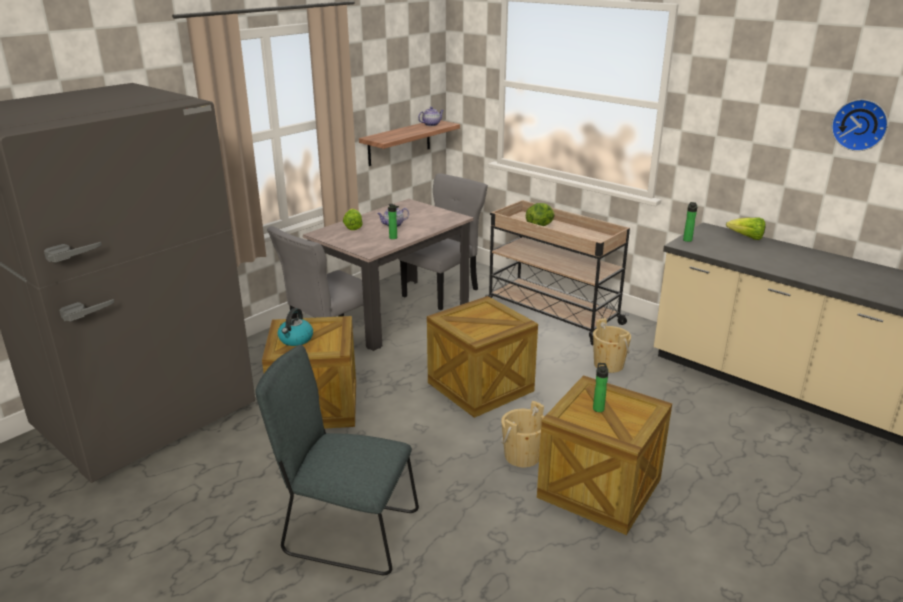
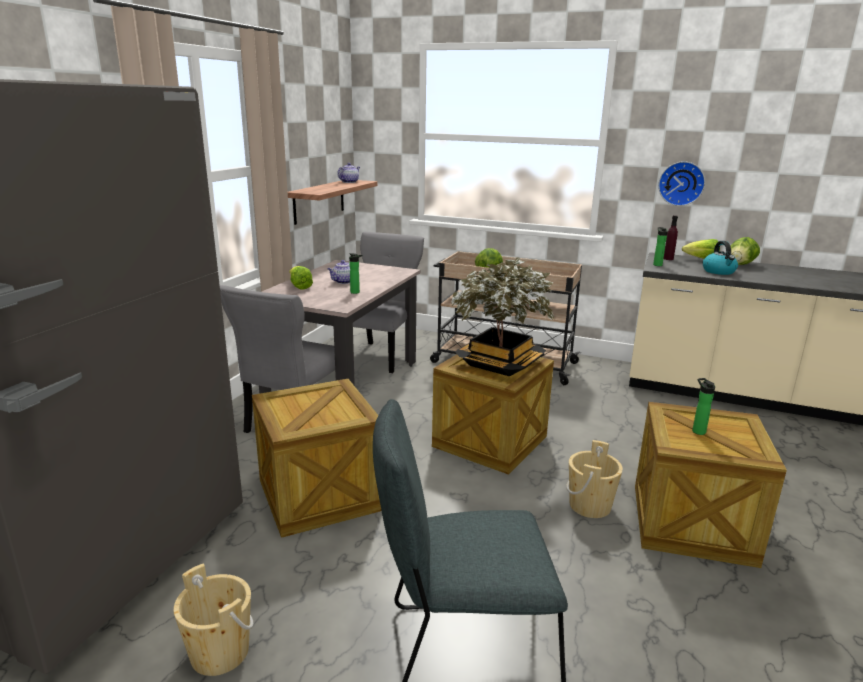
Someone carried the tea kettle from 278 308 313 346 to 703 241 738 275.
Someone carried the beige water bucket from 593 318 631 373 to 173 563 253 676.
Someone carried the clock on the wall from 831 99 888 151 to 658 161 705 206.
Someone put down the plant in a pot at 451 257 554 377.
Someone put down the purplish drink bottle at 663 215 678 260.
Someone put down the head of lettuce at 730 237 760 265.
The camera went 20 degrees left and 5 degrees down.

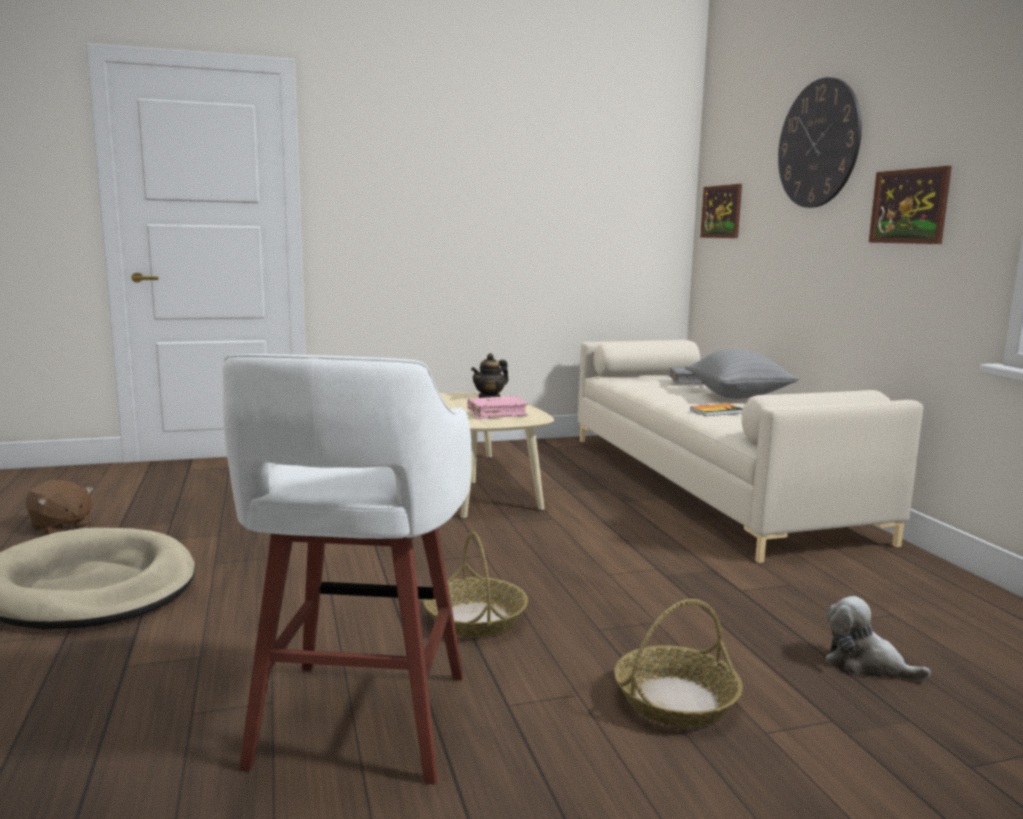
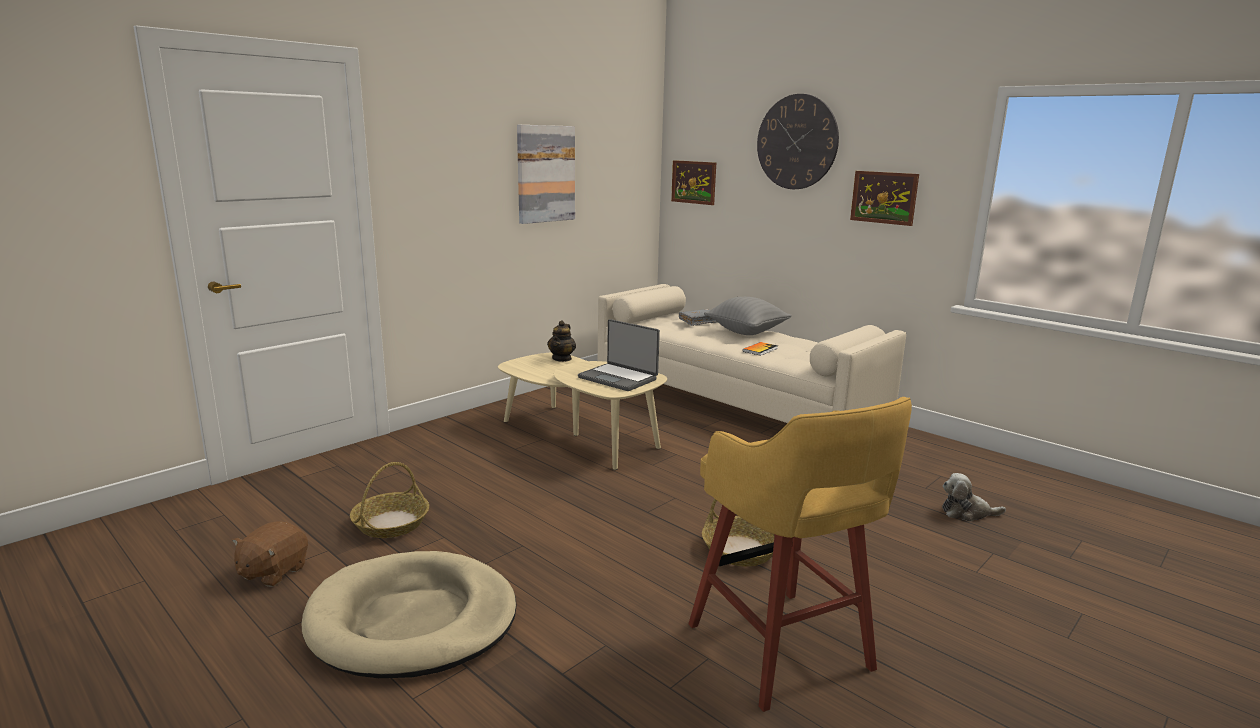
Someone rotated the brownish cuddly toy at 26 480 94 535 by 105 degrees clockwise.
Someone repainted the white-coloured stool seat at 222 354 472 784, which became the yellowish stool seat at 688 397 912 712.
Someone swapped the pinkish bound book at 467 396 529 419 for the portable computer at 578 319 660 391.
Someone carried the household basket from 614 599 743 728 to 350 462 429 538.
Someone put up the picture at 517 125 575 224.
The camera went 30 degrees left and 5 degrees up.

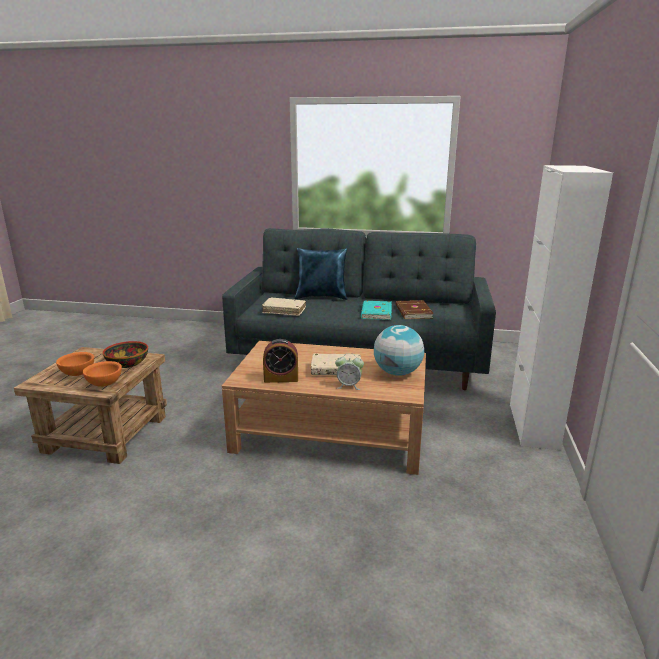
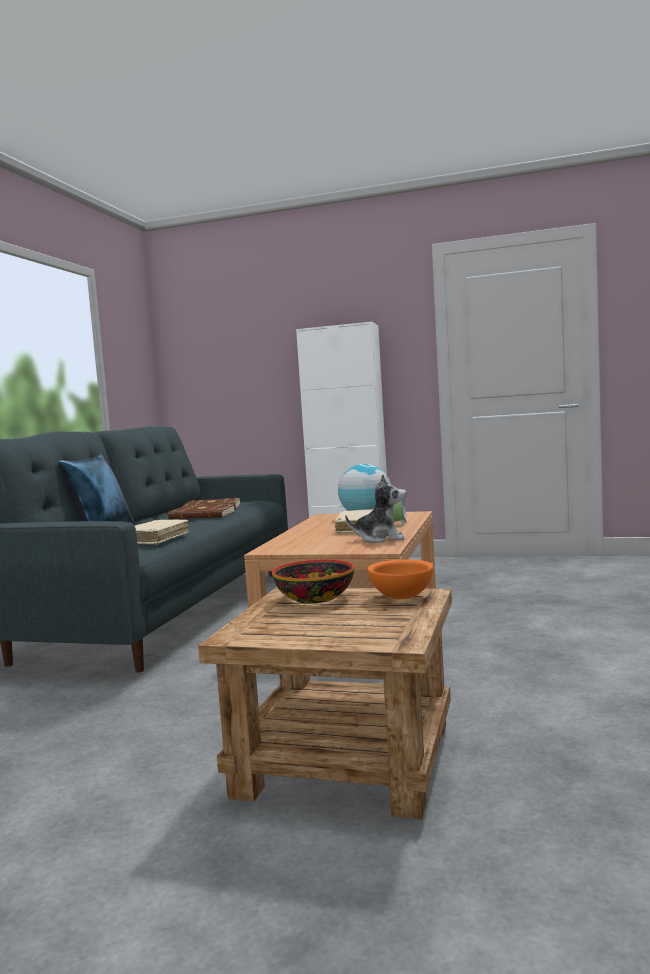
Someone took away the orange-coloured deep dish at 56 352 94 376.
Someone swapped the alarm clock at 263 339 298 383 for the cuddly toy at 345 474 407 543.
Someone repainted the blue-green bound book at 361 301 392 320, which became the brownish bound book at 168 504 235 519.
The camera went 85 degrees left and 15 degrees down.

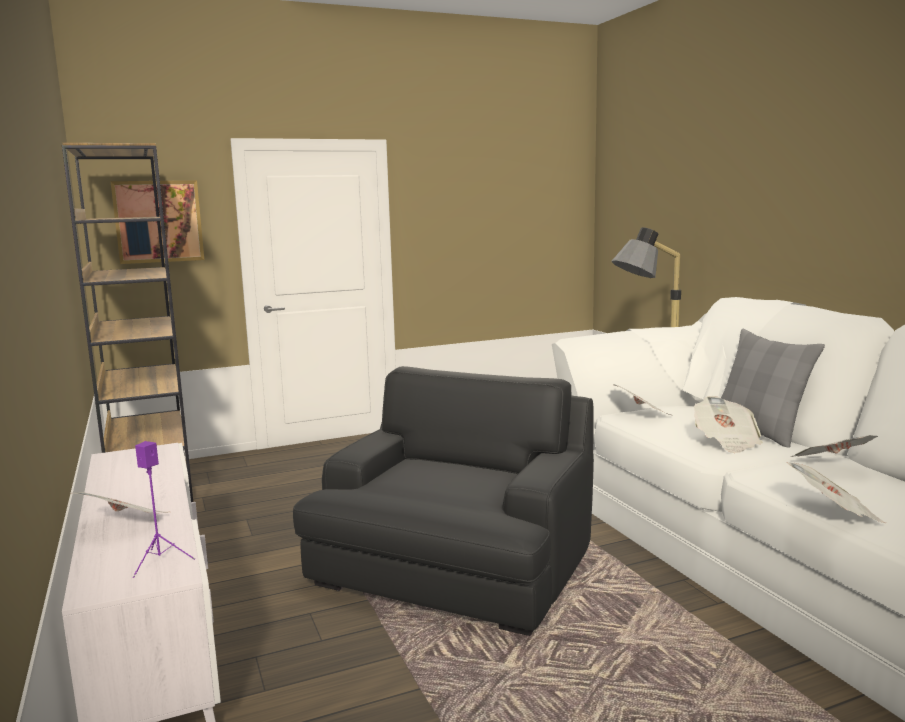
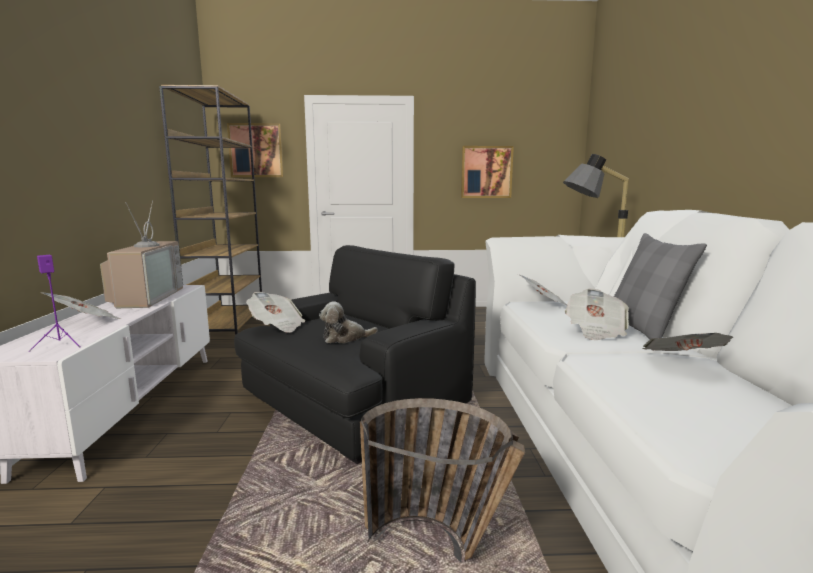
Someone carried the printed paper from 786 462 886 523 to 246 292 305 333.
Someone put down the television at 100 201 183 308.
Someone put down the cuddly toy at 319 301 378 343.
Someone put down the household basket at 360 398 525 562.
Someone put up the picture at 461 146 514 198.
The camera went 20 degrees right and 0 degrees up.

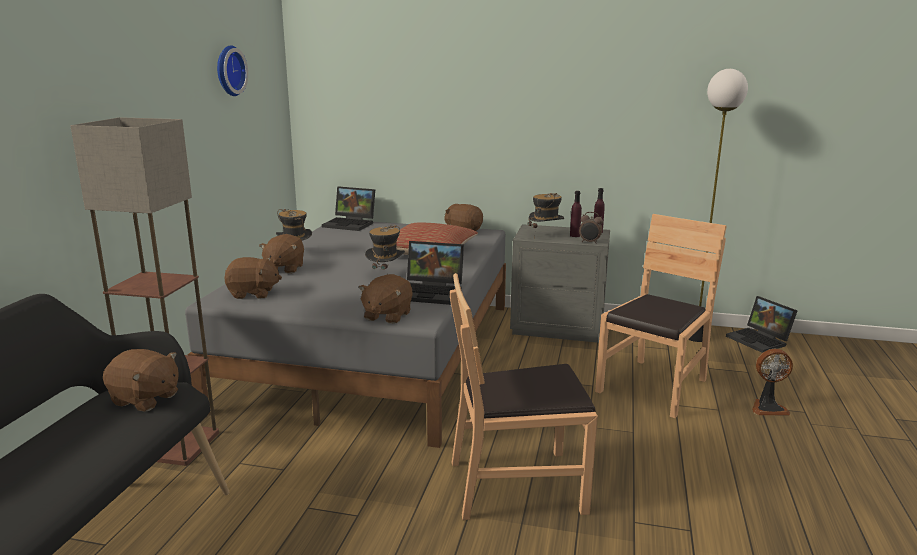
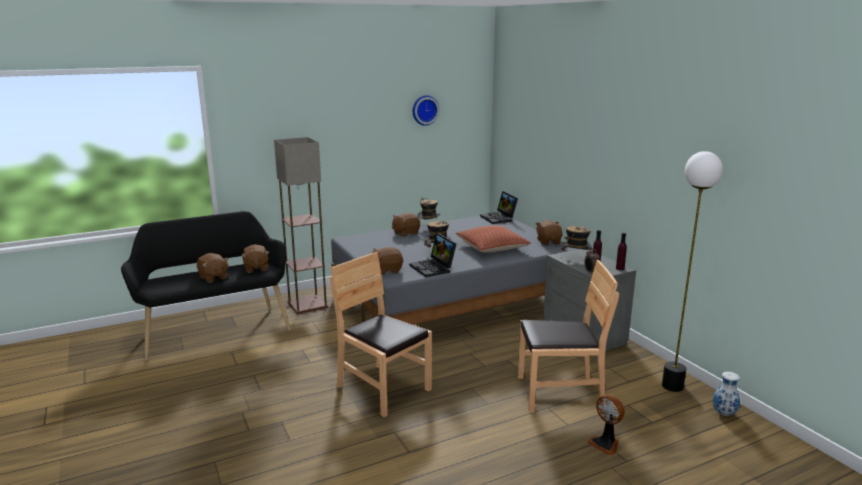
Someone carried the brownish cuddly toy from 224 257 282 299 to 197 253 229 283.
Someone swapped the portable computer at 726 296 798 353 for the vase at 713 372 740 416.
The camera went 50 degrees right and 0 degrees up.

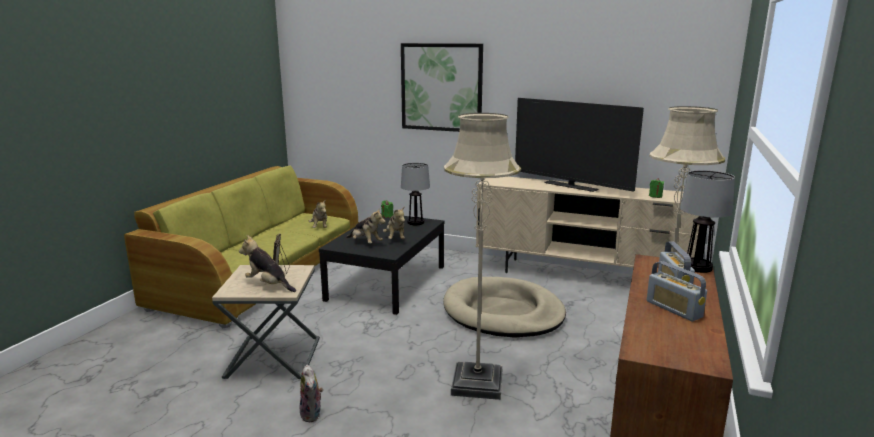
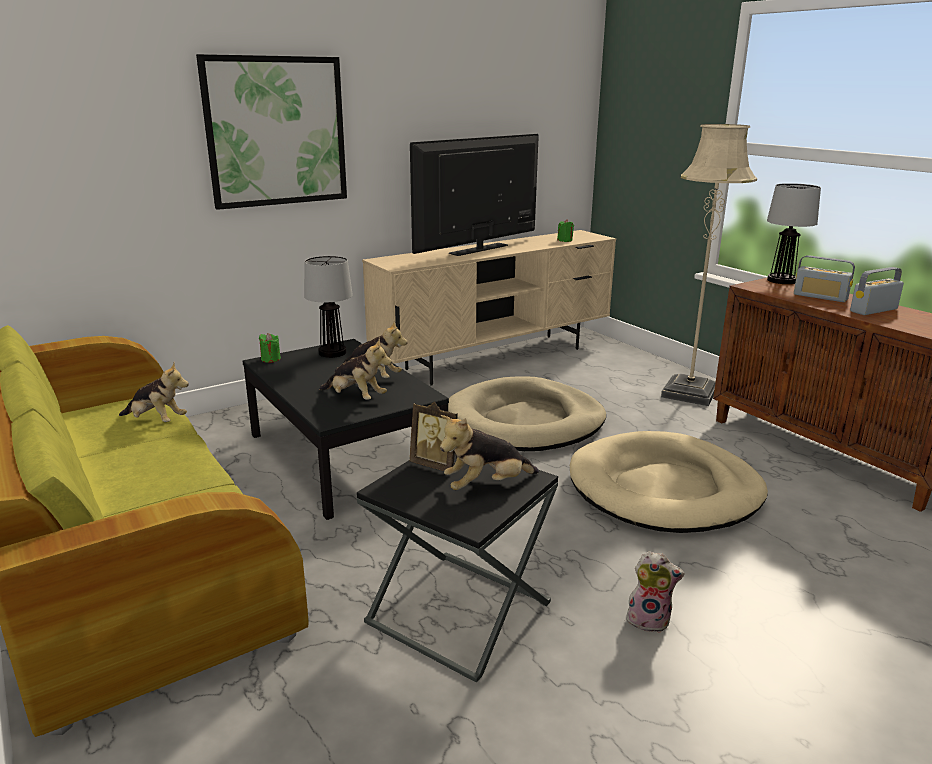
Someone repainted the beige end table at 212 265 320 379, which became the blackish end table at 357 455 558 682.
Someone rotated the cuddly toy at 346 208 386 244 by 45 degrees clockwise.
Someone swapped the beige standing lamp at 444 113 521 400 for the beige dog cushion at 570 431 768 533.
Someone rotated the television at 515 98 644 192 by 150 degrees clockwise.
Someone rotated the radio receiver at 647 261 707 321 by 150 degrees clockwise.
The camera went 55 degrees left and 5 degrees up.

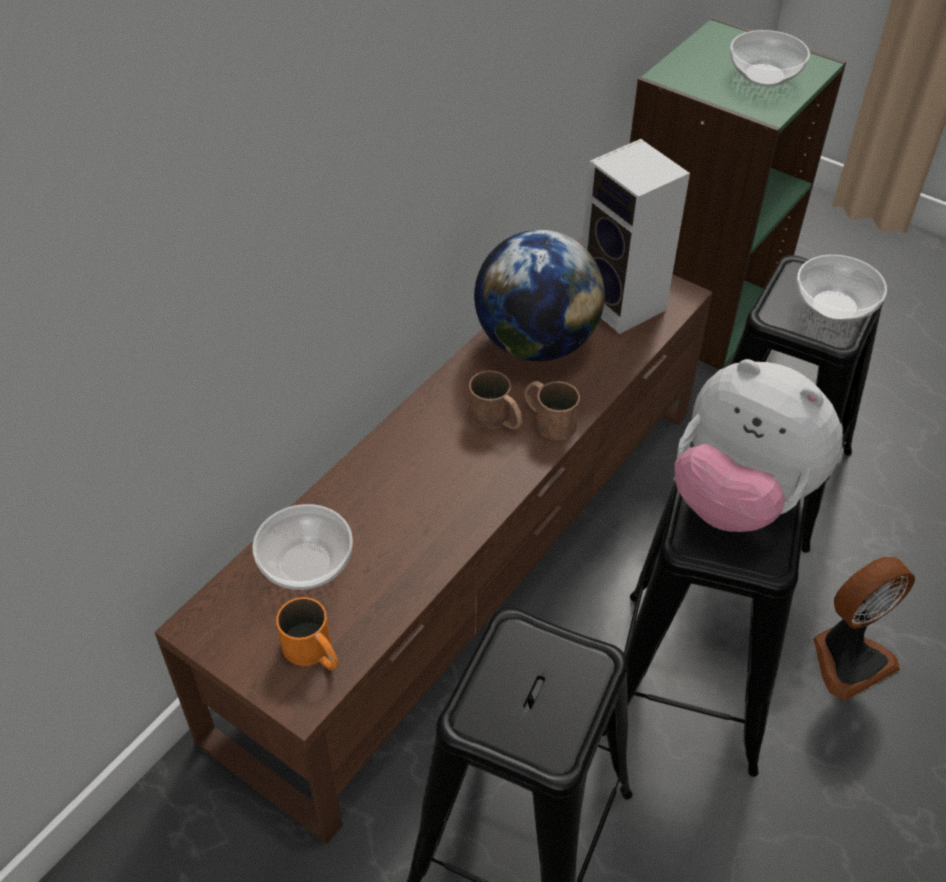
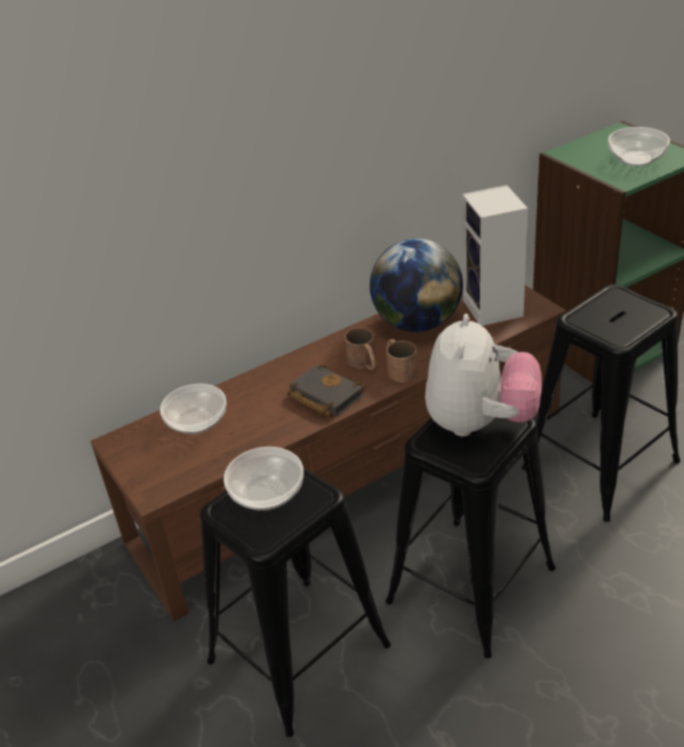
Someone took away the orange-coloured tea mug at 276 597 338 670.
Someone rotated the cuddly toy at 674 359 842 532 by 135 degrees counterclockwise.
Someone carried the deep dish from 797 255 887 322 to 224 447 304 511.
Someone took away the electric fan at 813 557 915 700.
Someone put down the blackish bound book at 287 364 366 417.
The camera went 25 degrees right and 10 degrees down.

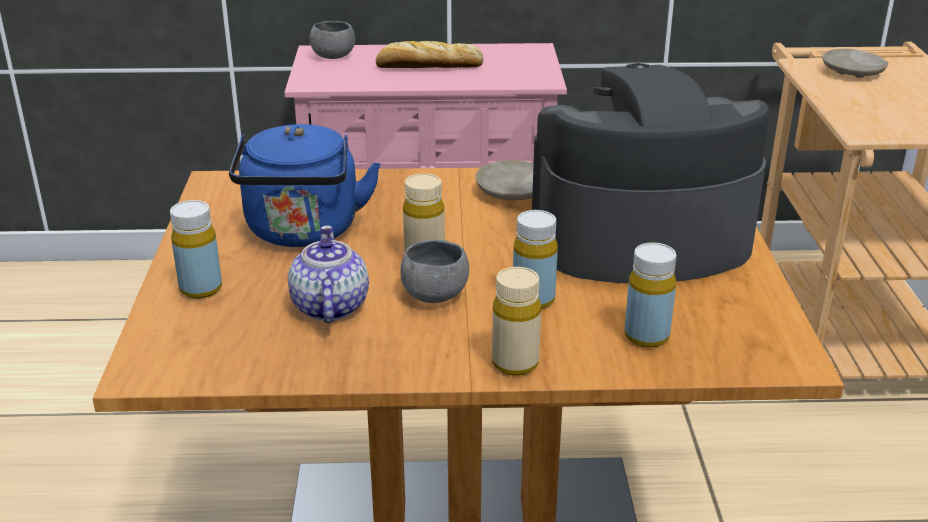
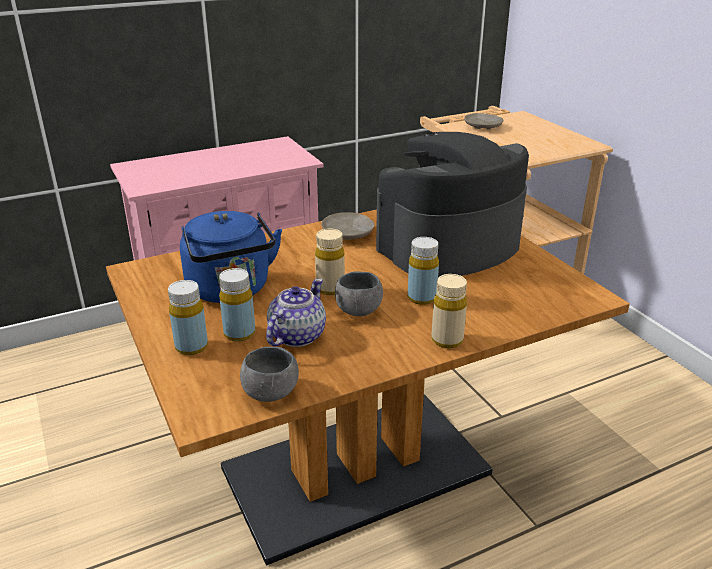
Someone rotated the pot for tea at 288 225 369 323 by 60 degrees clockwise.
Someone carried the greyish deep dish from 310 21 355 59 to 240 347 299 402.
Someone took away the bakery bread at 376 41 483 68.
Someone carried the yellowish drink bottle from 624 242 676 348 to 219 268 255 342.
The camera went 25 degrees left and 0 degrees up.

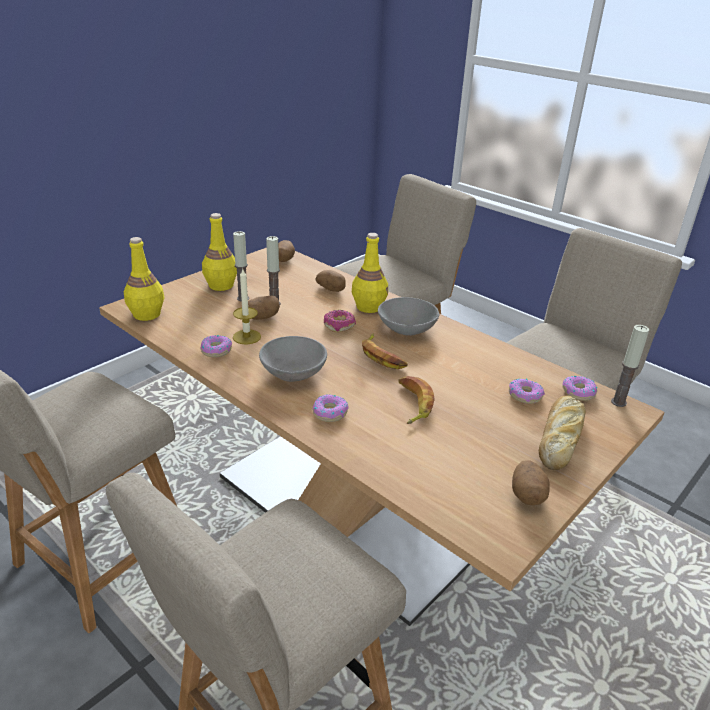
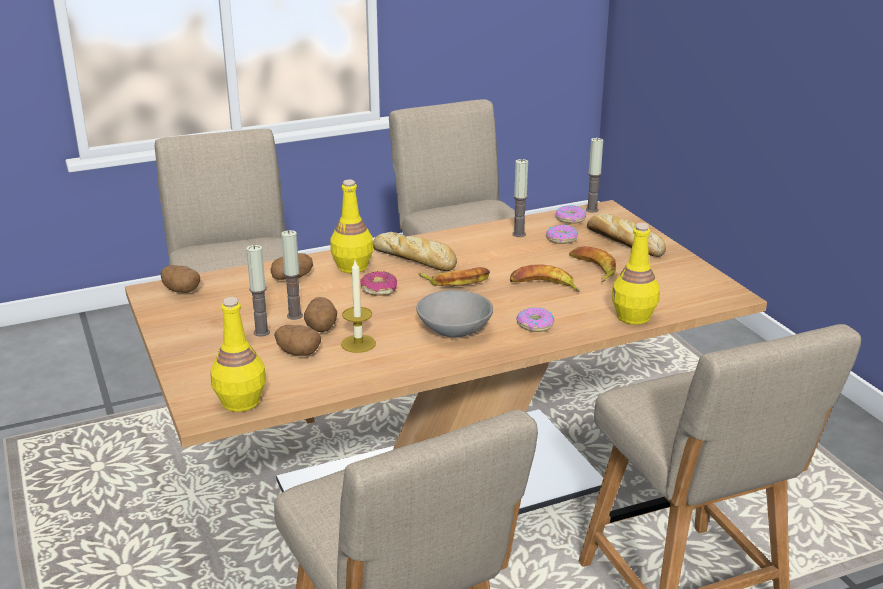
Someone took away the donut at 201 335 232 358.
Someone carried the yellowish drink bottle from 202 213 237 291 to 612 223 660 325.
Someone swapped the greyish deep dish at 378 297 439 336 for the bakery bread at 373 232 457 271.
Someone carried the spud from 512 461 550 505 to 274 325 321 356.
Someone put down the candle at 512 159 528 237.
Someone put down the whole banana at 569 246 616 282.
The camera went 65 degrees left and 5 degrees down.

